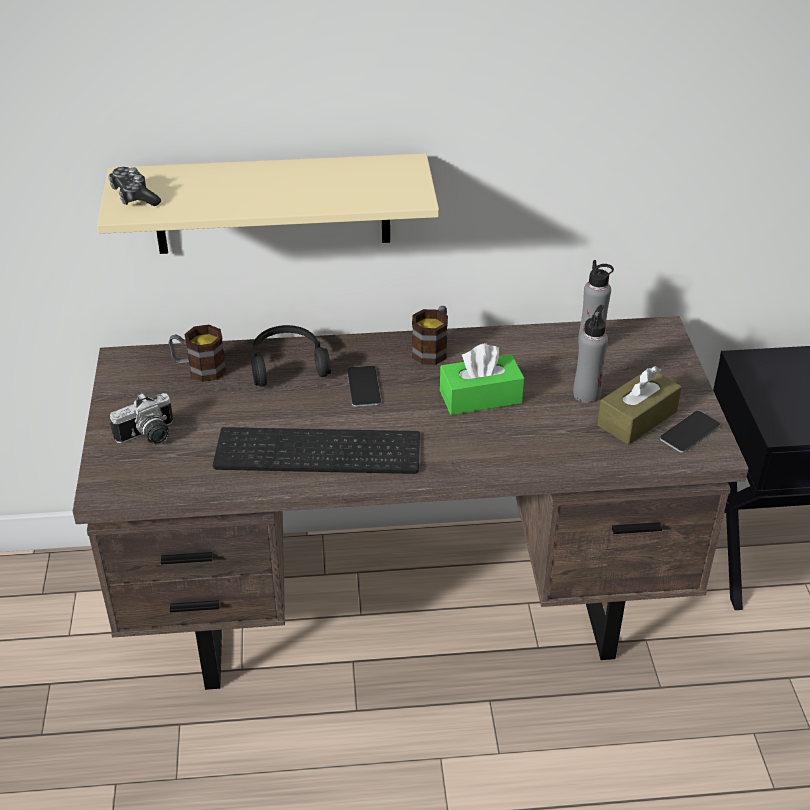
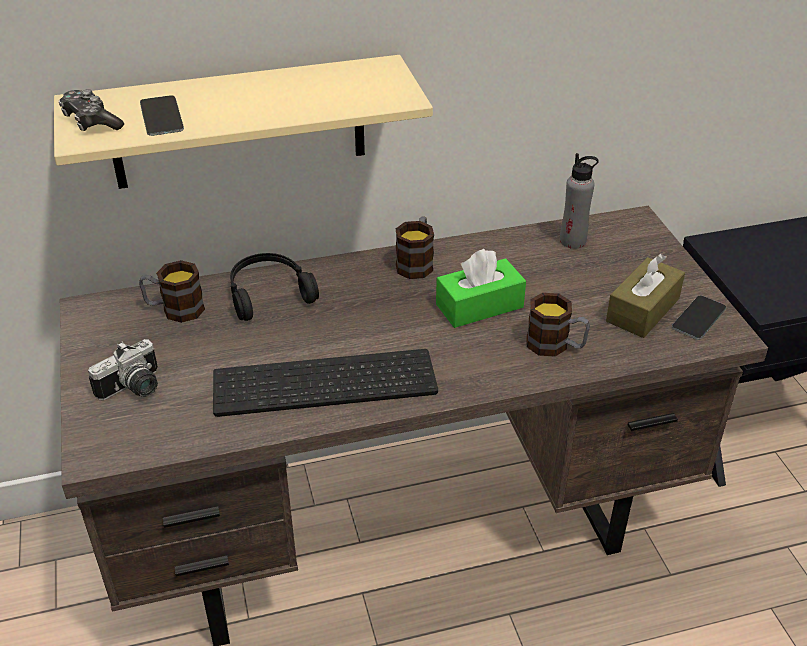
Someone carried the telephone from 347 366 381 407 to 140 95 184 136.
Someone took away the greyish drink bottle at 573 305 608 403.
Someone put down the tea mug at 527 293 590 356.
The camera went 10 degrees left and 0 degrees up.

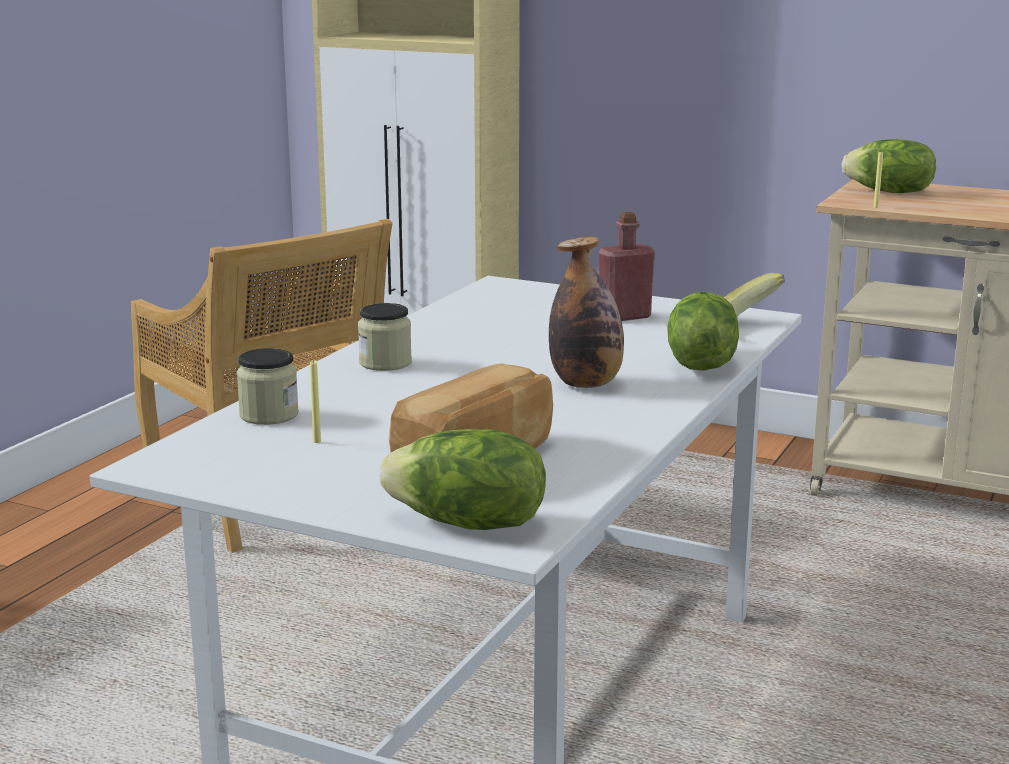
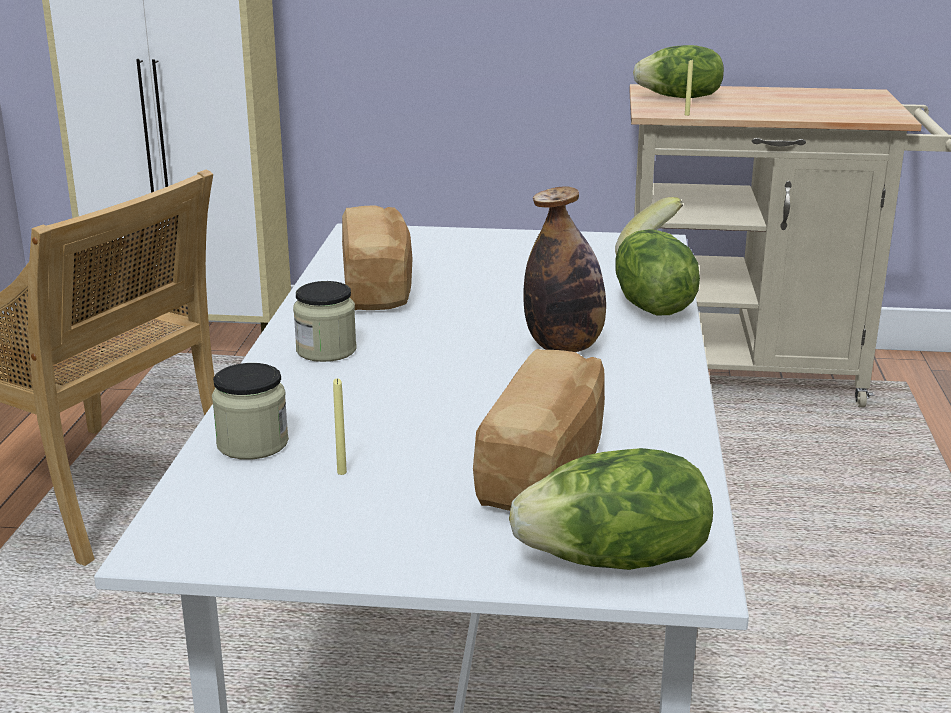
Someone took away the red drink bottle at 599 212 655 321.
Someone put down the bakery bread at 342 205 412 310.
The camera went 20 degrees left and 5 degrees up.

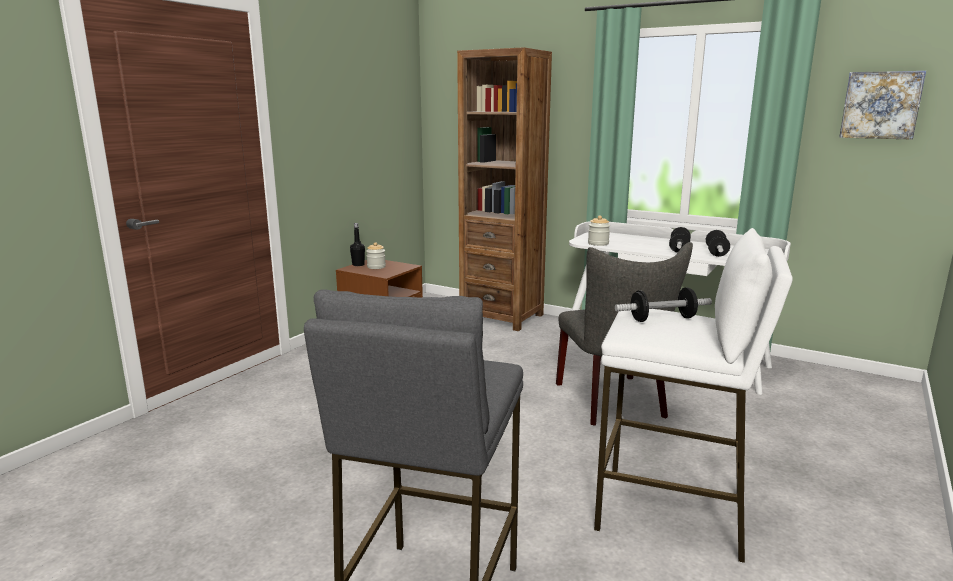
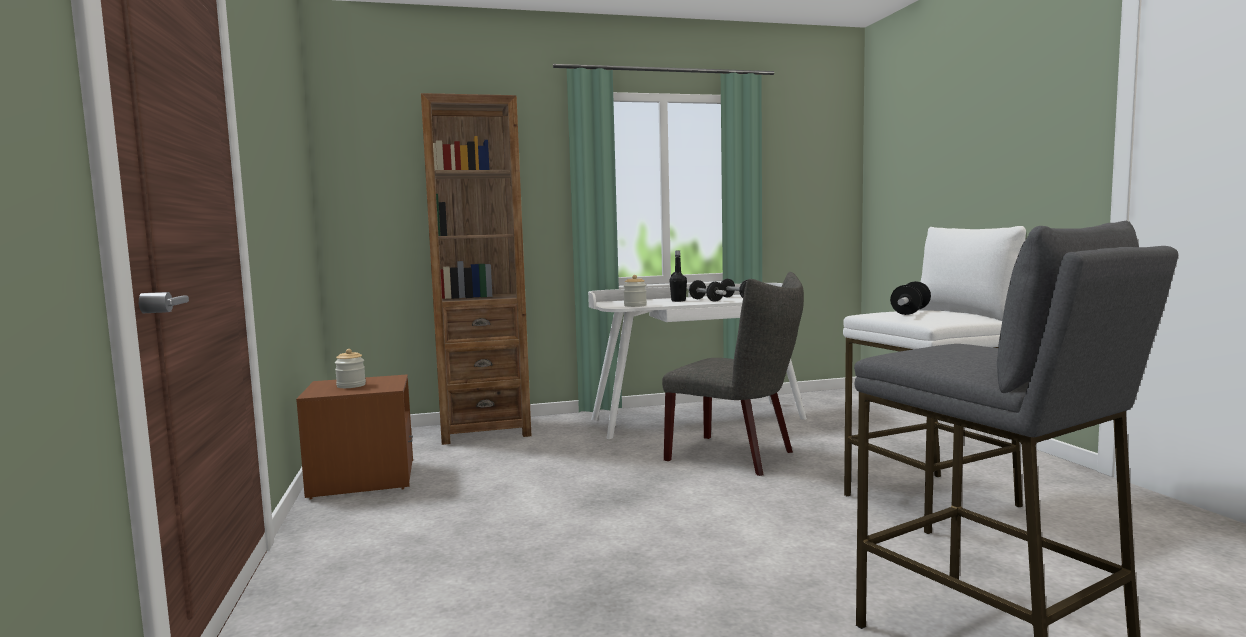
Someone carried the blackish drink bottle from 350 223 365 266 to 670 251 687 302.
Someone took away the picture at 839 71 926 140.
The camera went 45 degrees left and 10 degrees down.

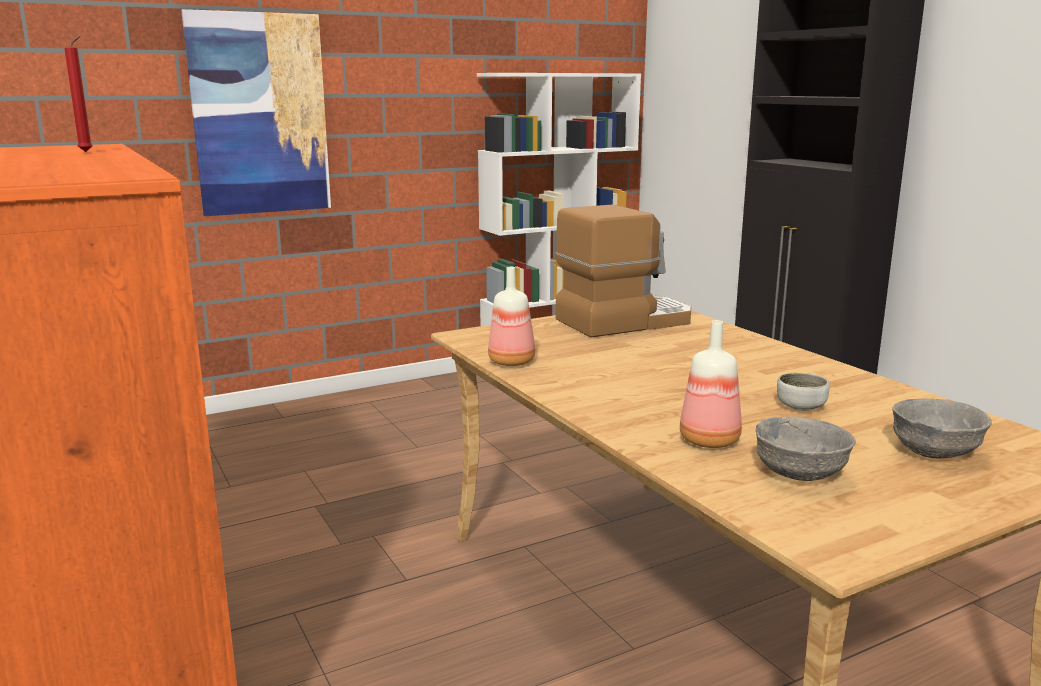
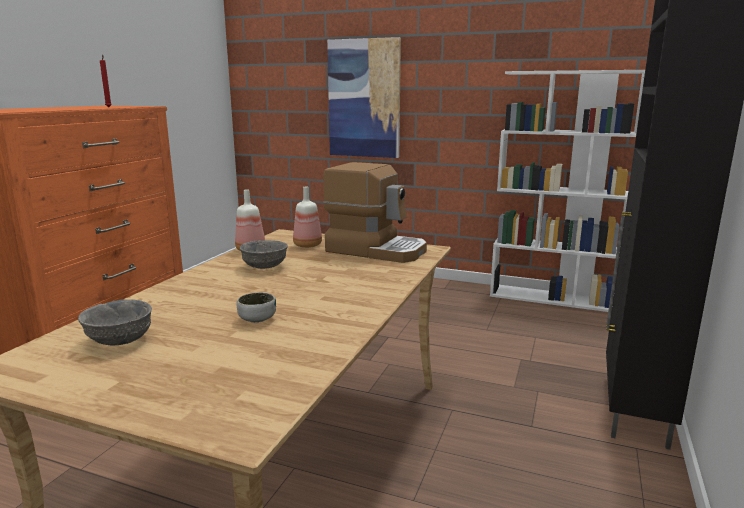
Someone carried the drink bottle from 680 320 742 448 to 293 187 322 248.
Someone carried the greyish deep dish from 892 398 992 458 to 240 240 288 269.
The camera went 50 degrees right and 0 degrees up.

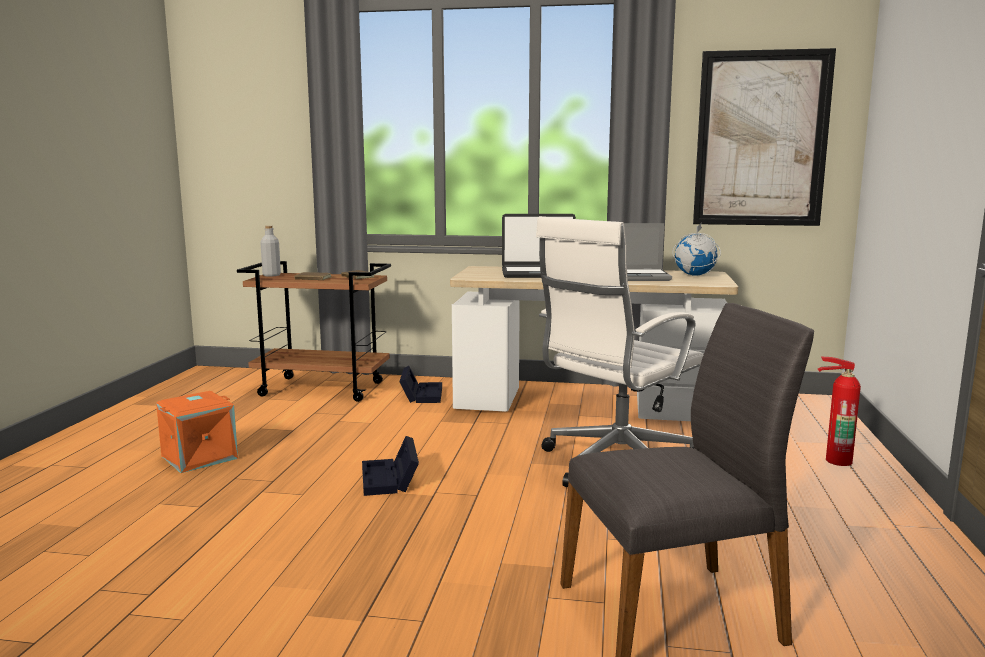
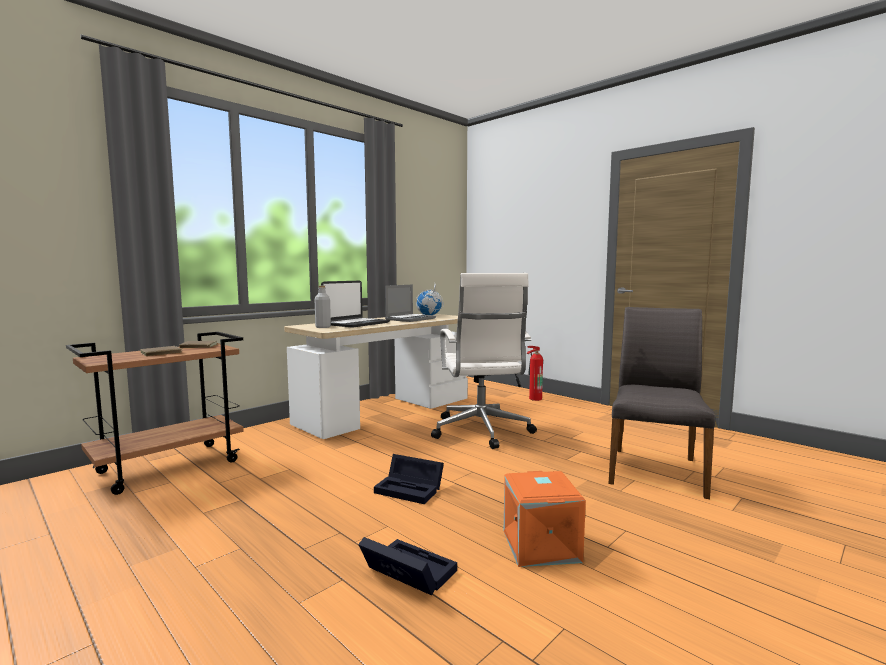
Someone carried the orange-coloured storage bin from 156 391 238 473 to 504 471 586 567.
Someone carried the greyish drink bottle from 260 226 281 277 to 314 285 331 328.
Someone carried the blackish storage bin from 399 366 442 403 to 358 537 457 595.
Someone took away the picture at 693 48 836 226.
The camera went 55 degrees left and 5 degrees down.

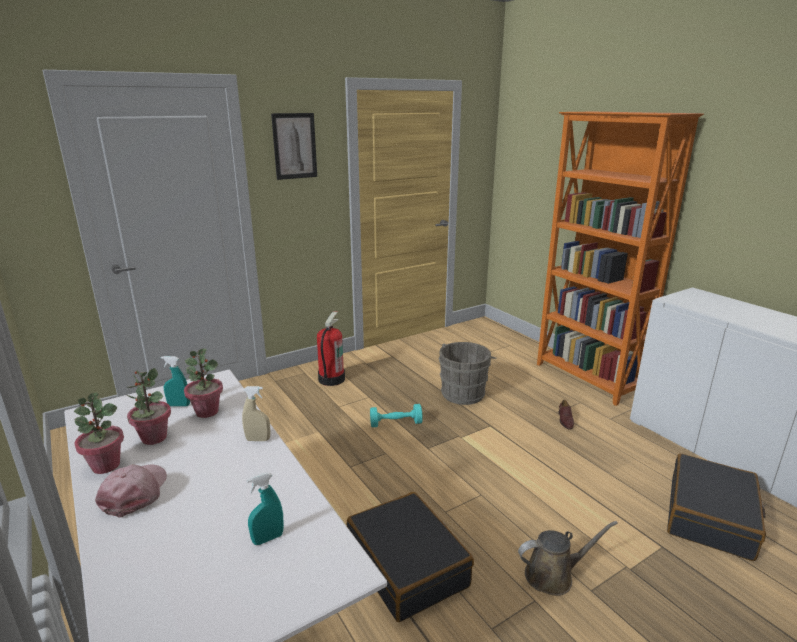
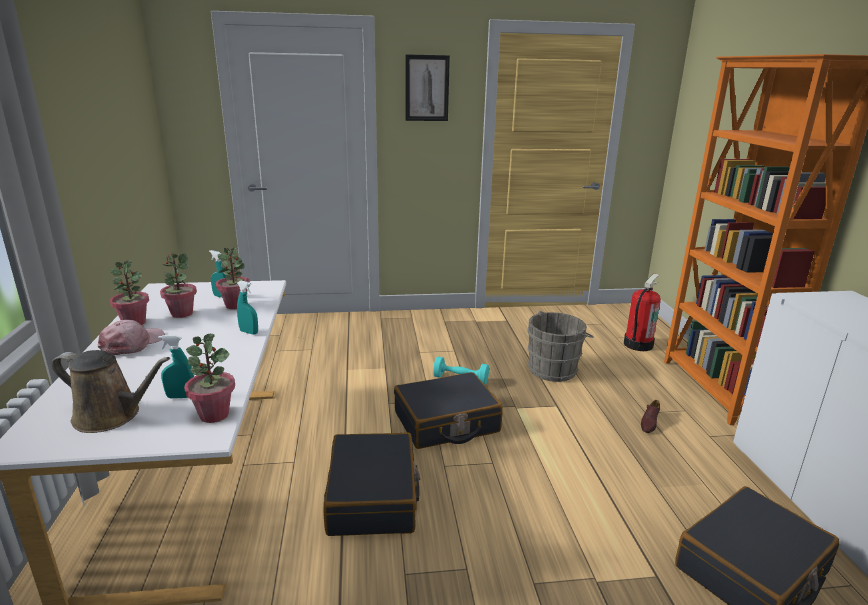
Someone repainted the beige hand sprayer at 242 386 271 441, which became the blue-green hand sprayer at 237 281 258 335.
Someone carried the extinguisher from 317 311 345 386 to 624 273 661 351.
Someone carried the brownish sprinkling can from 518 521 618 596 to 52 350 170 433.
Someone put down the plant in a pot at 184 334 235 423.
Someone put down the blackish piece of luggage at 394 372 503 449.
The camera went 25 degrees right and 0 degrees up.

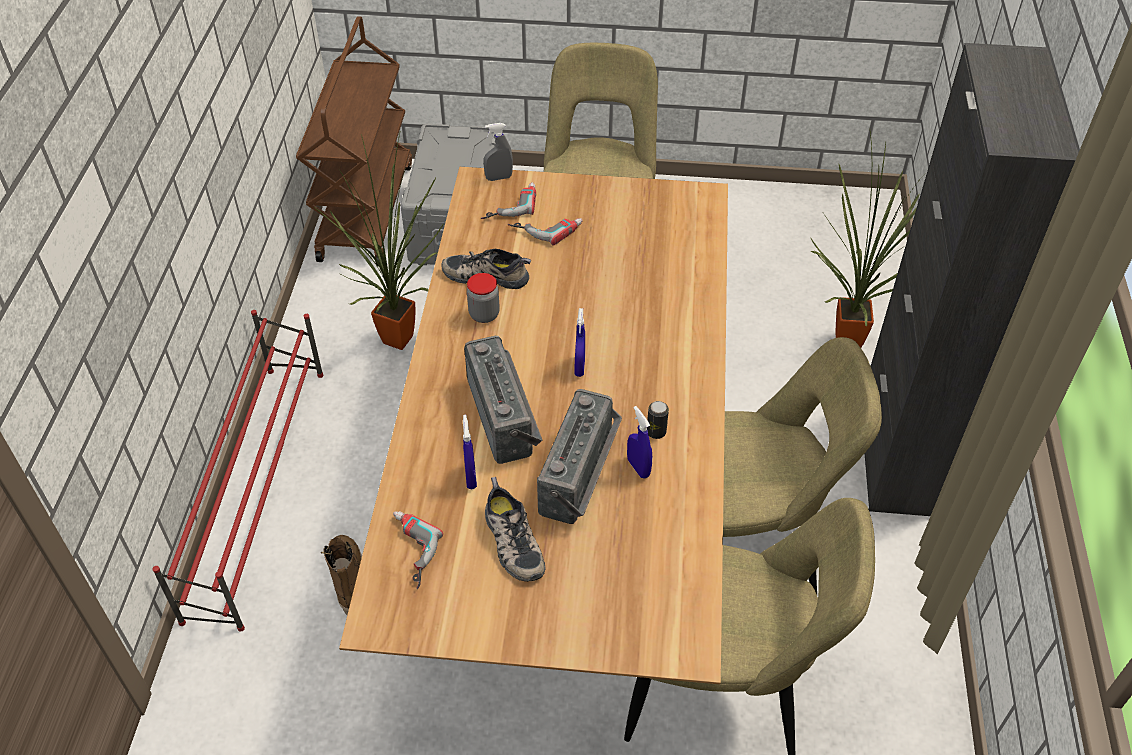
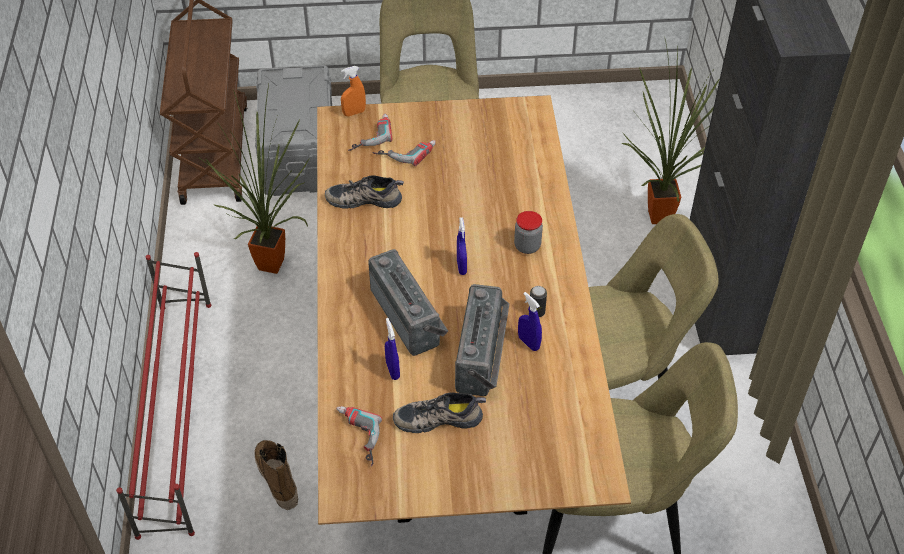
Someone carried the storage jar from 467 273 500 323 to 514 211 543 254.
Someone repainted the greyish hand sprayer at 483 123 513 181, which became the orange-coloured hand sprayer at 341 66 366 116.
Someone rotated the low shoe at 485 477 546 582 by 120 degrees clockwise.
The camera went 10 degrees left and 0 degrees up.

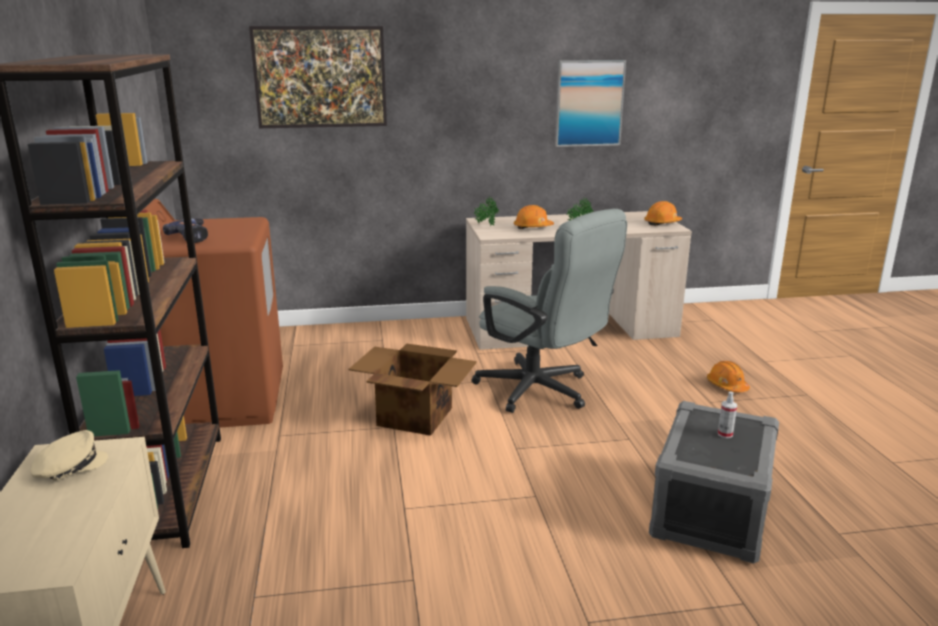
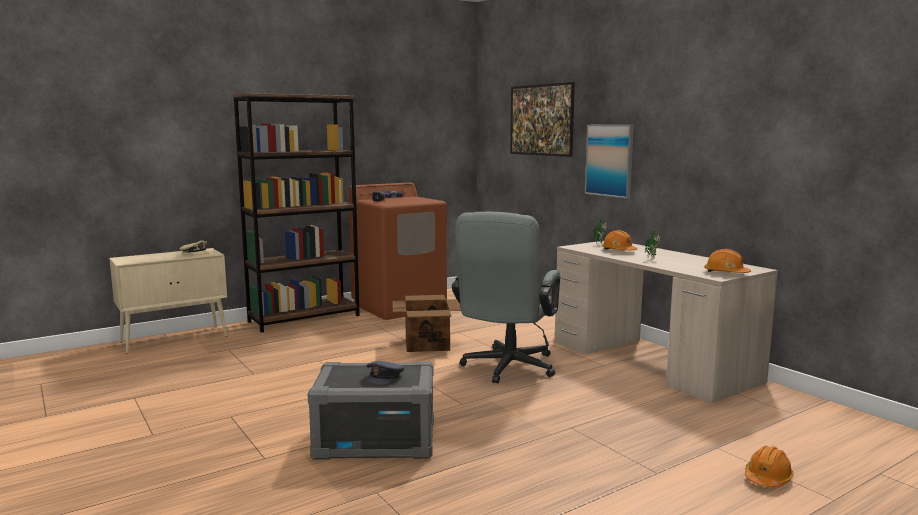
Someone carried the picture from 555 60 626 147 to 585 124 634 198.
Someone carried the orange-coloured work helmet from 707 361 750 392 to 745 446 794 487.
Someone swapped the hand sprayer at 718 392 737 438 for the greyish baseball cap at 366 361 405 385.
The camera went 65 degrees right and 10 degrees down.

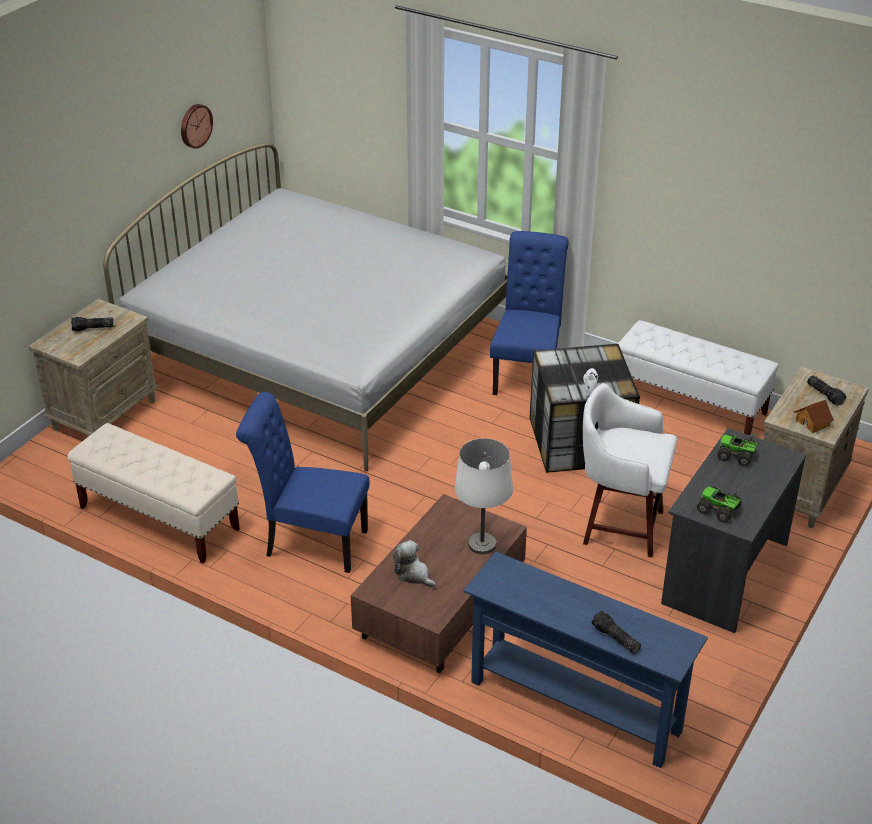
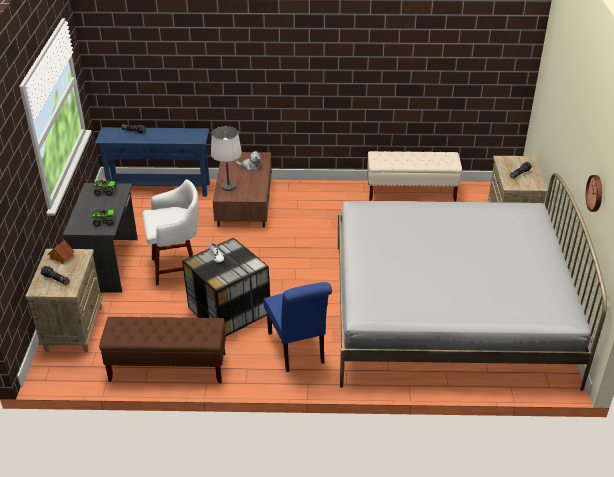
Someone took away the bluish chair at 236 392 370 573.
Someone repainted the white-coloured long seat at 618 320 779 435, which became the brownish long seat at 99 317 226 383.
The camera went 150 degrees right and 0 degrees up.

